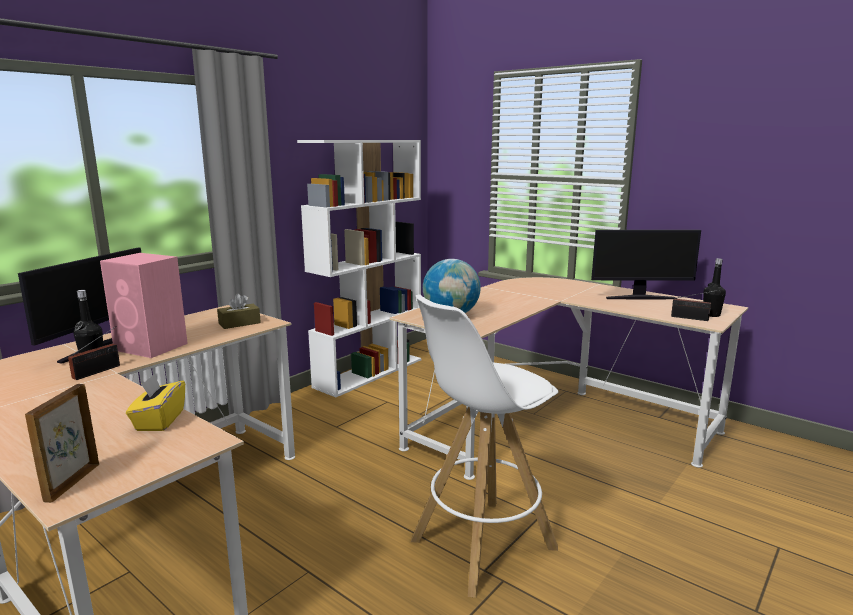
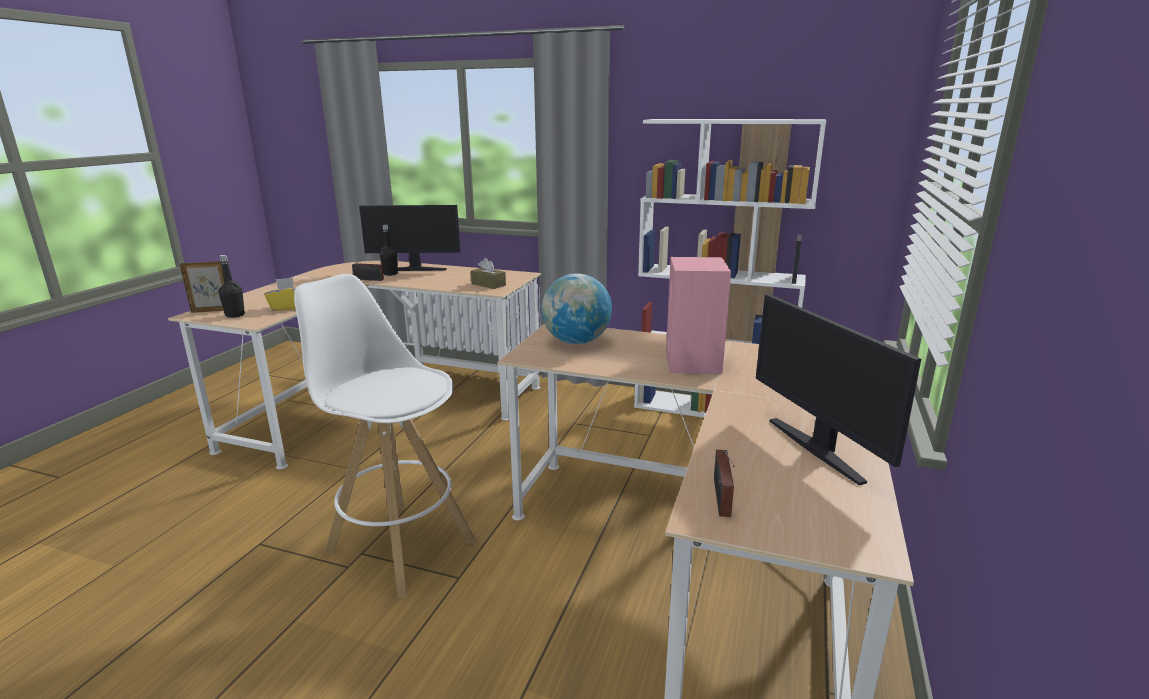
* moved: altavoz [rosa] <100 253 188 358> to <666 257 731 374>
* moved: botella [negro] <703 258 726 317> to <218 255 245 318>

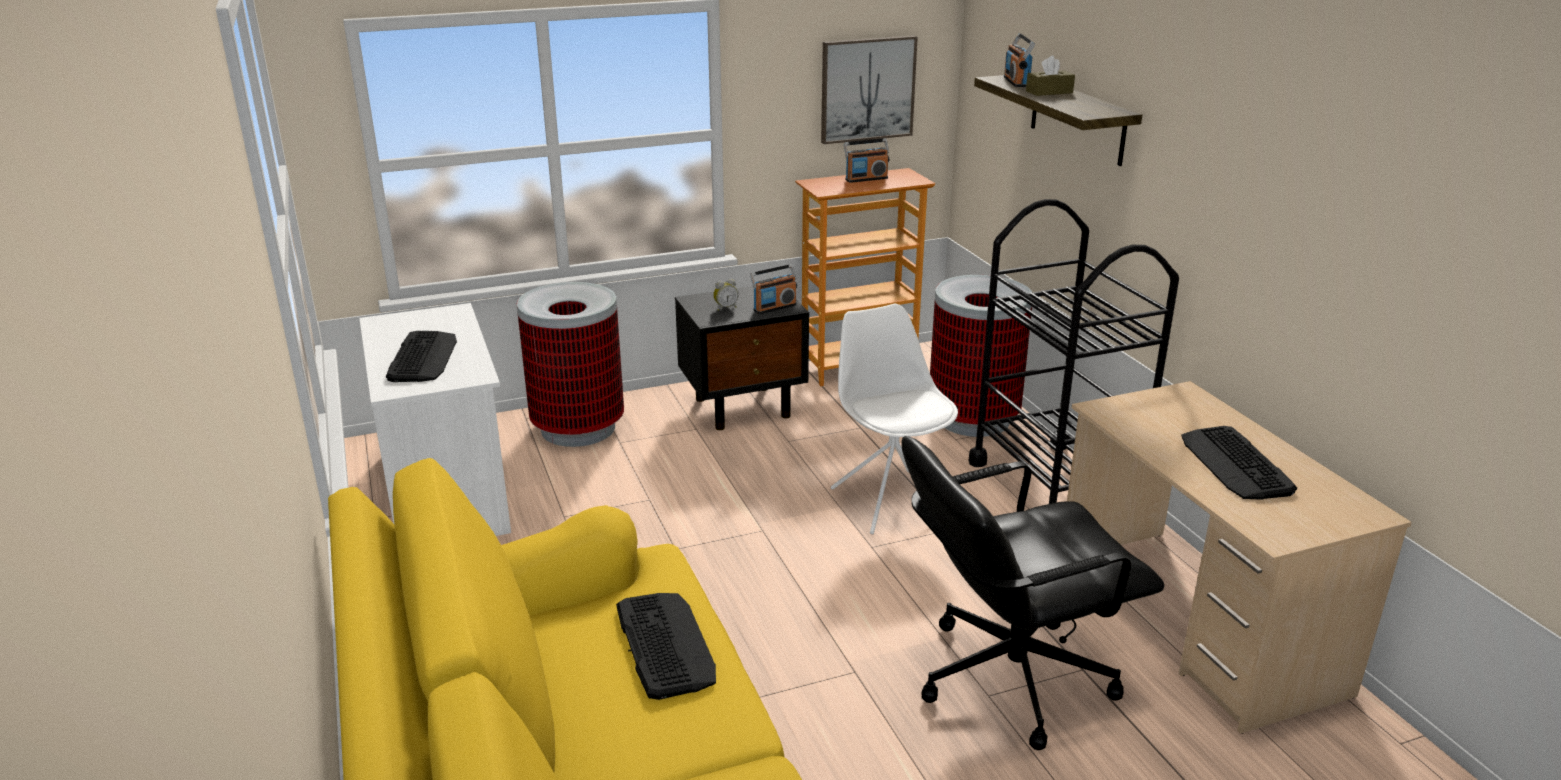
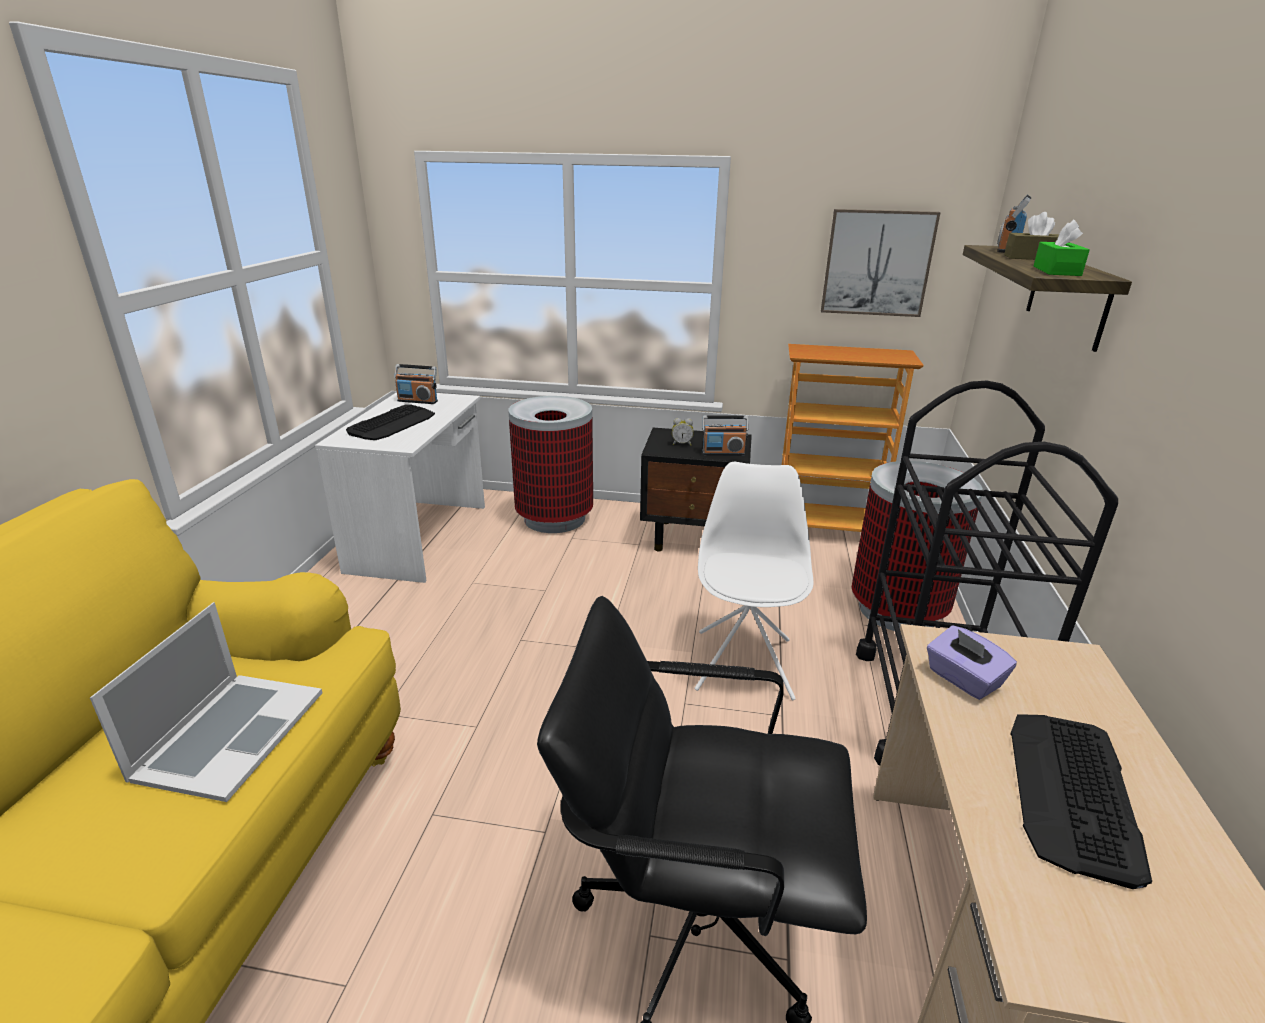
* added: caja de pañuelos [morado] <927 625 1017 700>
* added: caja de pañuelos [verde] <1034 220 1089 276>
* moved: radio <844 138 889 183> to <394 364 438 404>
* replaced: teclado <616 593 716 700> to portátil <90 602 322 802>

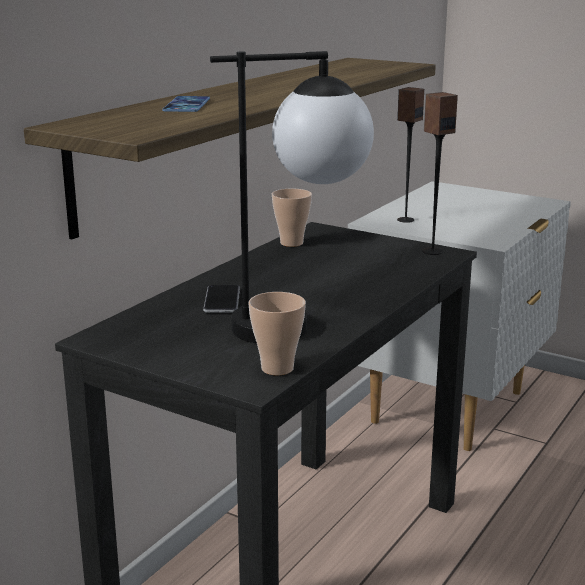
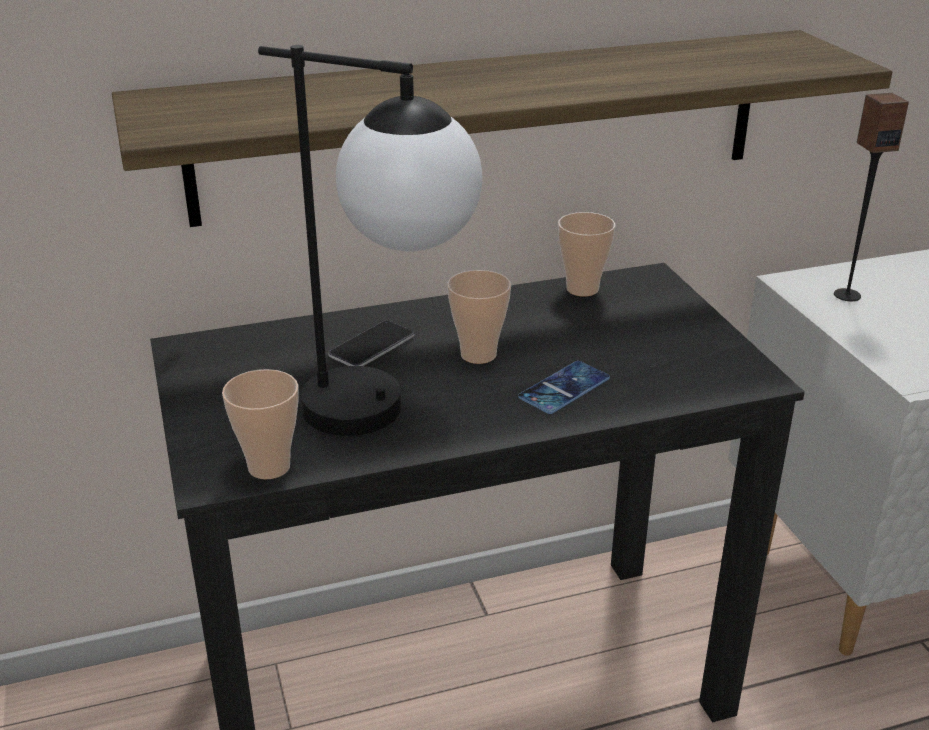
* removed: altavoz <423 92 458 255>
* added: taza <447 270 511 364>
* moved: móvil <163 96 210 112> to <518 361 610 414>

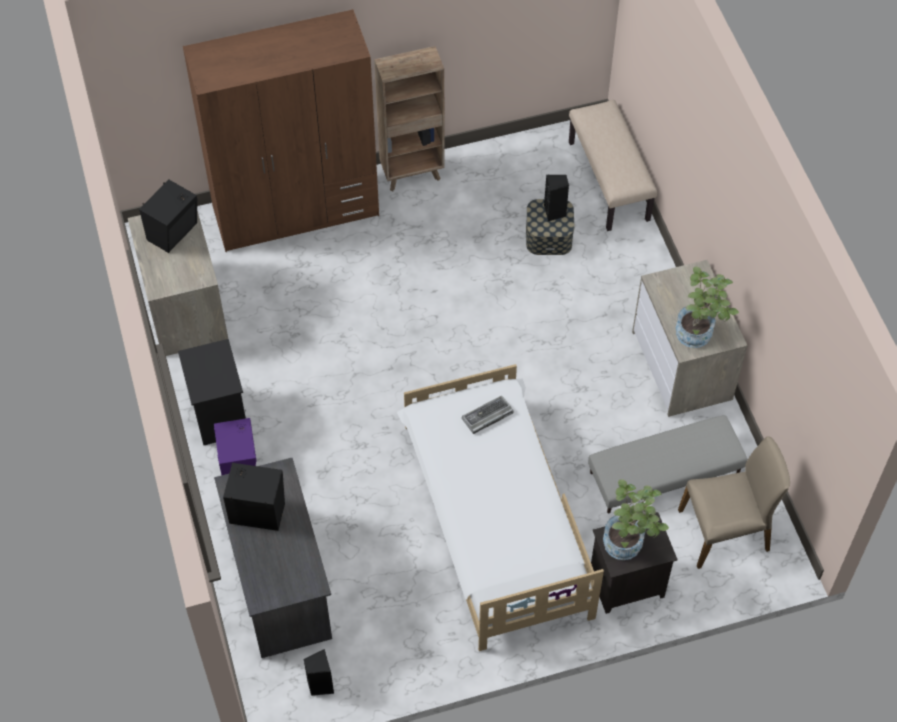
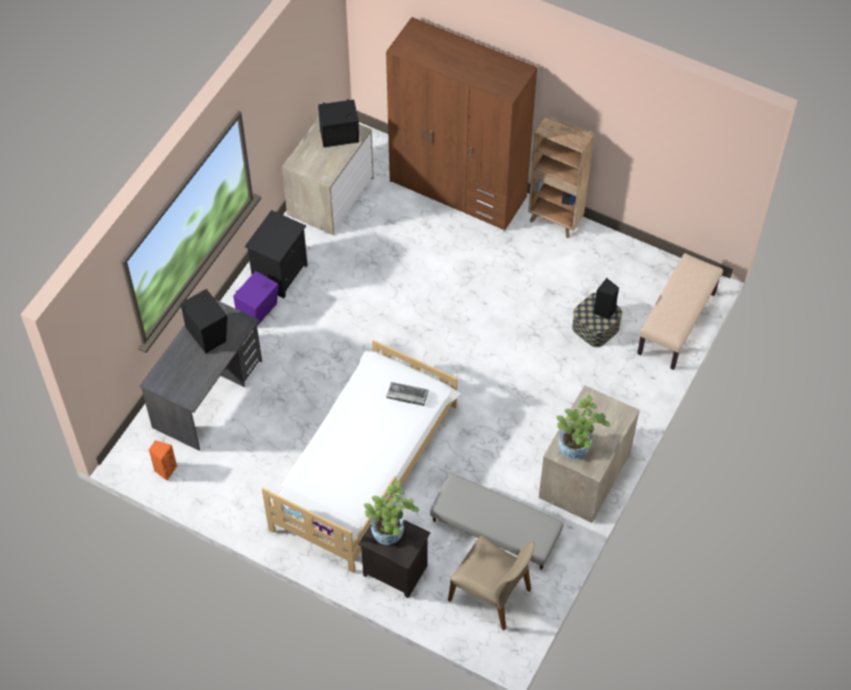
* recoloured: altavoz [negro] <303 649 334 696> to altavoz [naranja] <149 440 177 481>

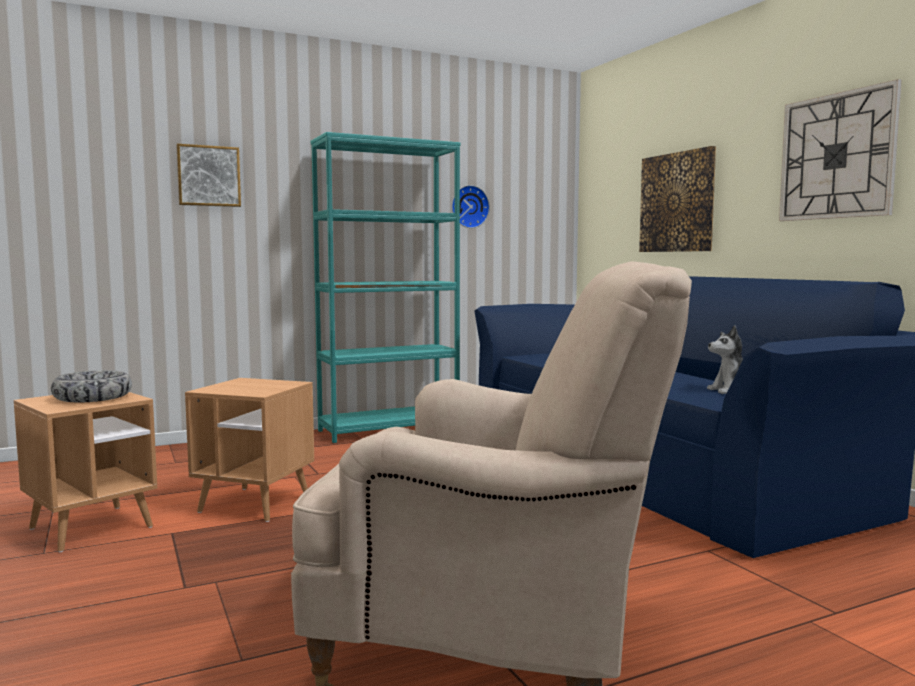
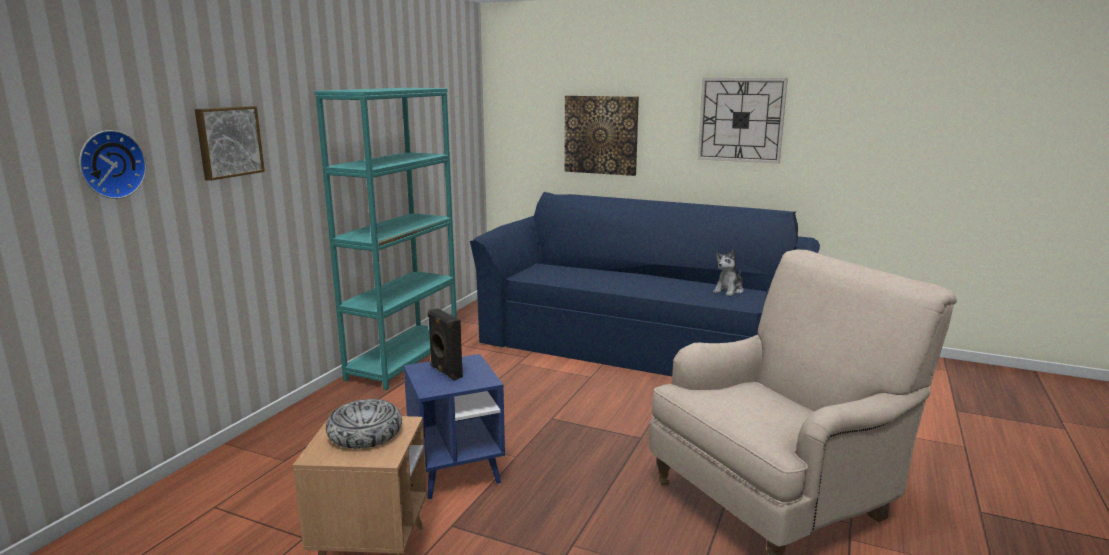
* added: altavoz [negro] <428 308 463 381>
* moved: reloj de pared <452 185 490 228> to <79 130 147 199>
* recoloured: mesa auxiliar [marrón] <185 378 314 522> to mesa auxiliar [azul] <404 354 505 500>

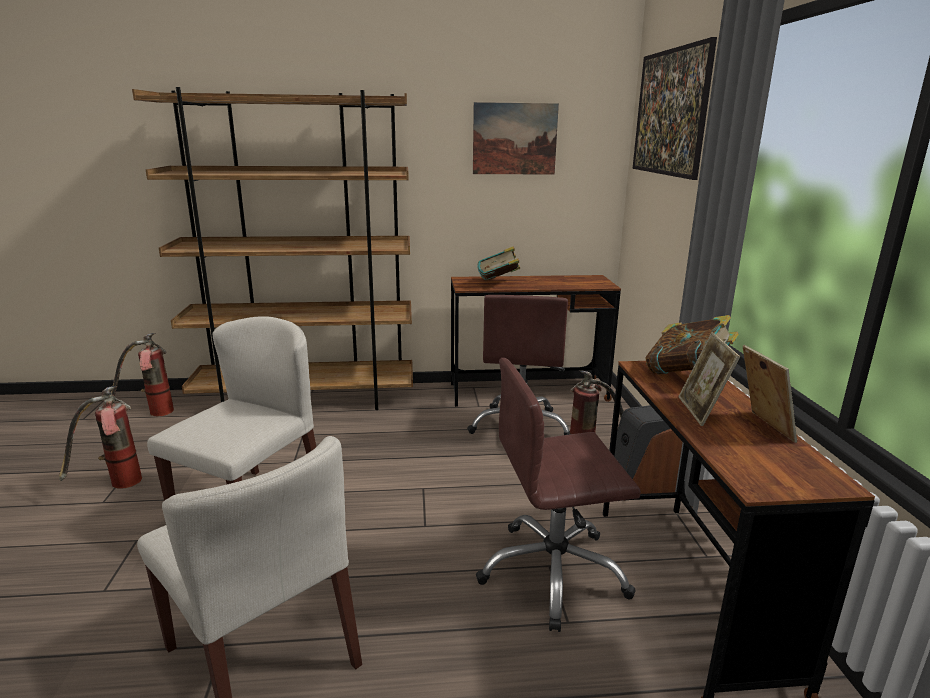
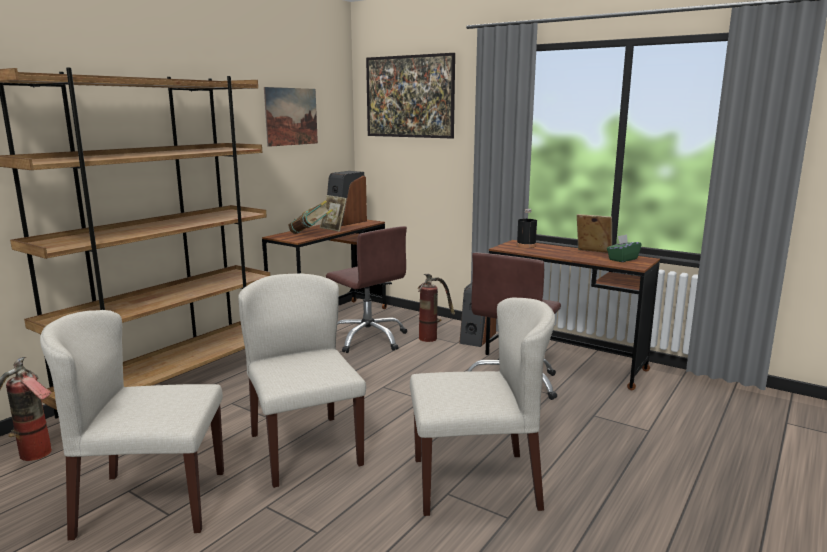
* added: altavoz <327 171 367 226>
* added: caja de pañuelos [verde] <607 234 642 262>
* moved: portarretratos <679 332 740 426> to <320 195 347 232>
* replaced: extintor <59 386 142 489> to silla [beis] <40 310 224 540>
* replaced: libro <645 315 739 375> to botella [negro] <517 209 537 248>

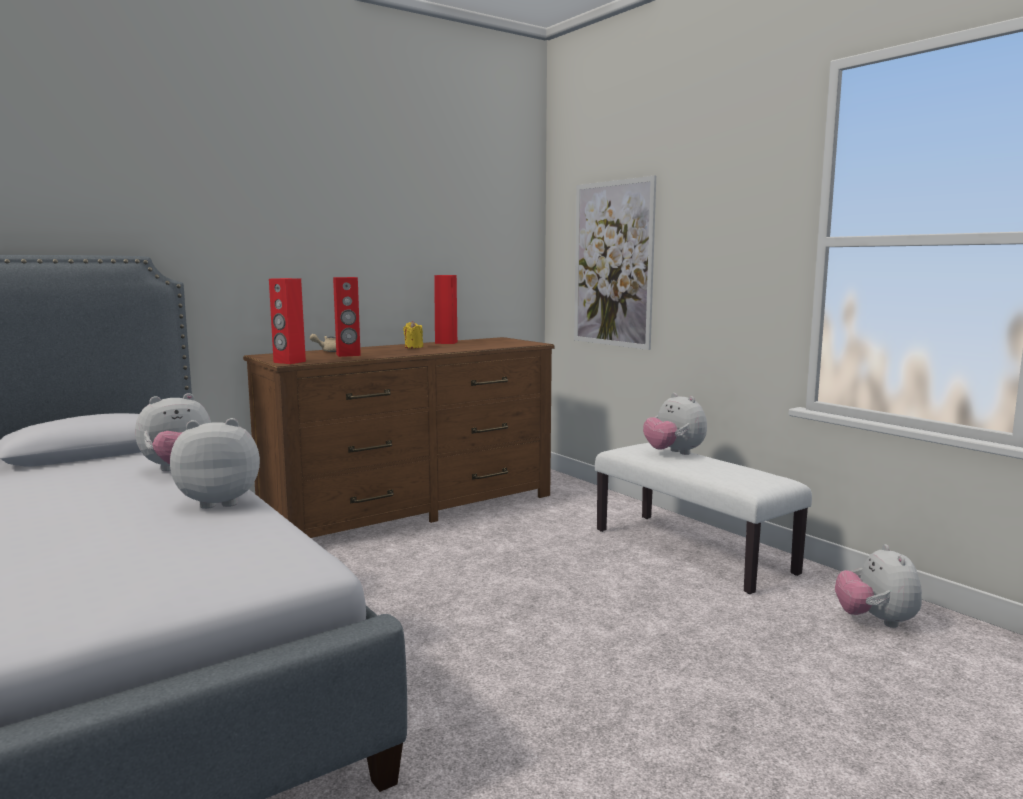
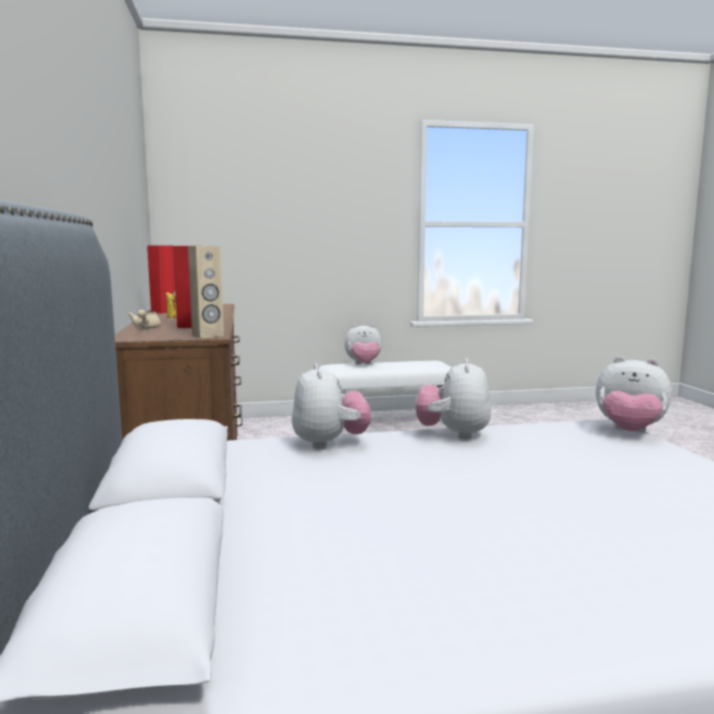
* removed: cuadro <574 176 656 350>
* moved: peluche <835 544 922 628> to <596 356 672 432>
* recoloured: altavoz [rojo] <269 278 306 364> to altavoz [beis] <188 246 224 338>

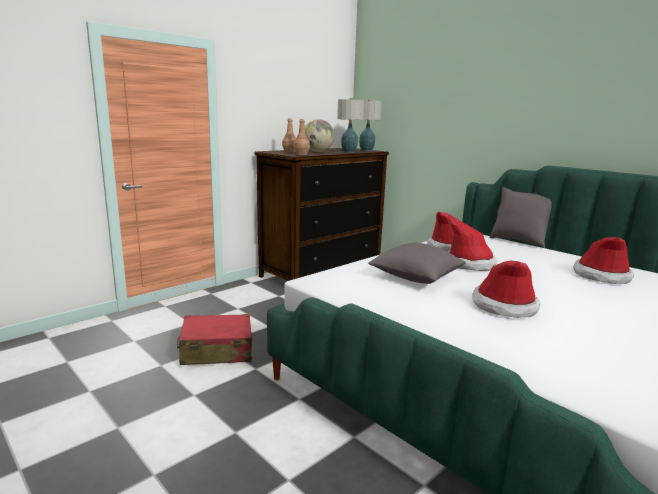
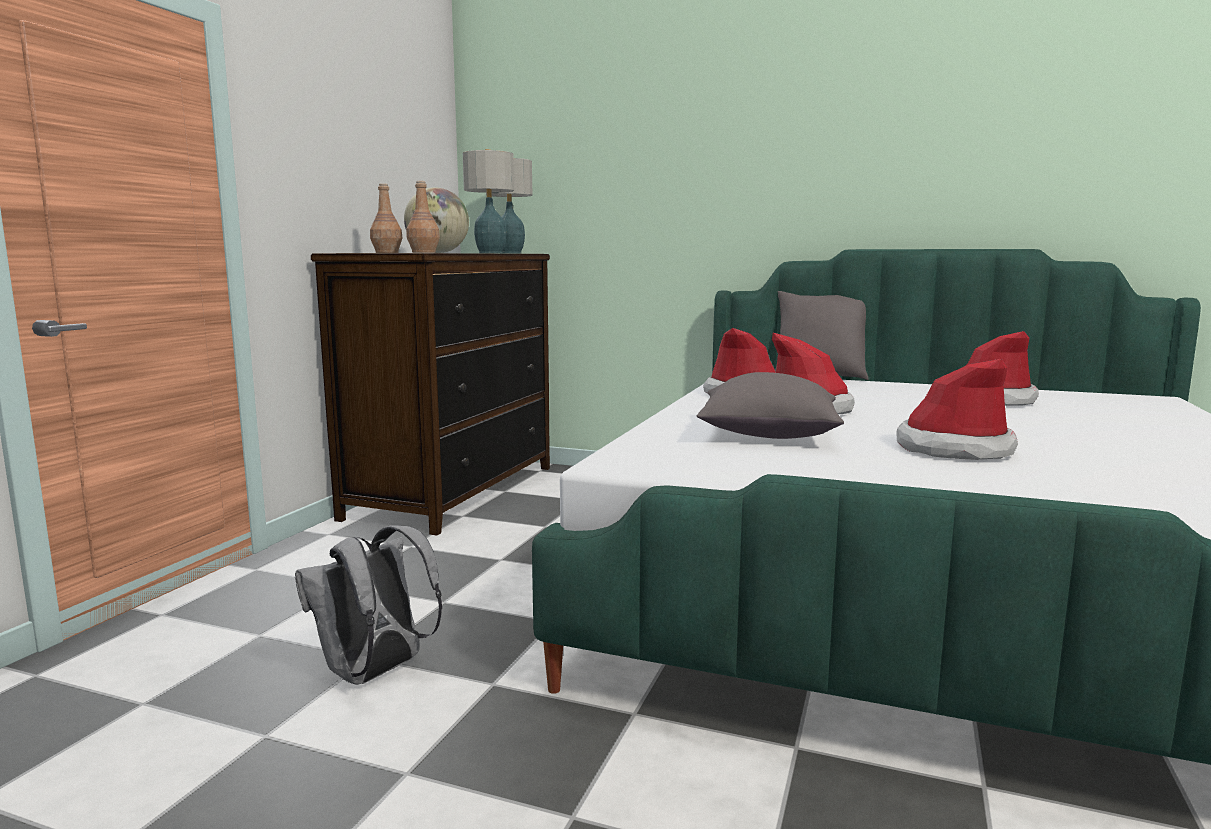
* replaced: maleta [rojo] <177 314 253 365> to mochila [gris] <295 525 442 685>

